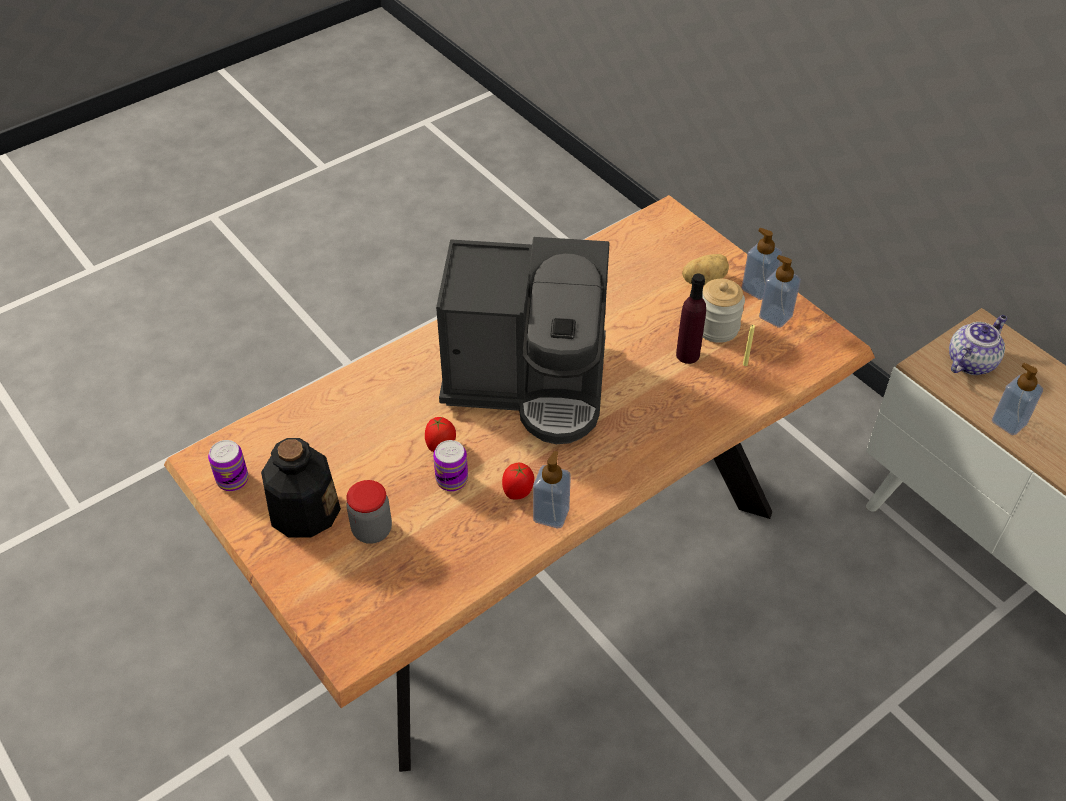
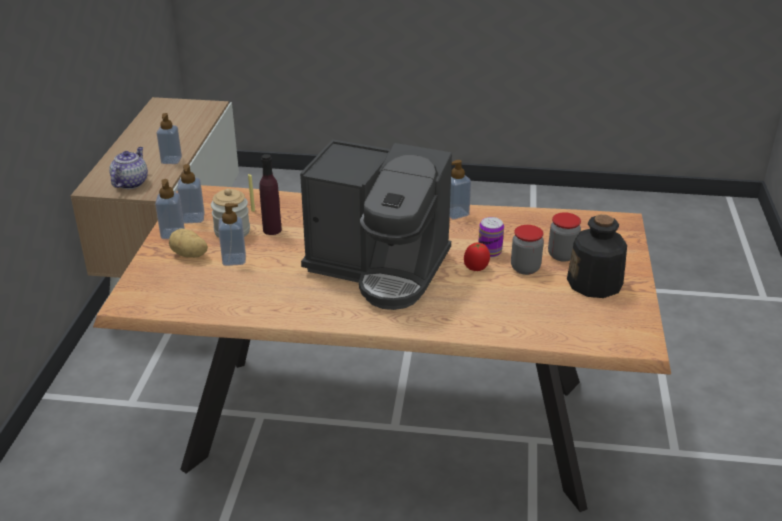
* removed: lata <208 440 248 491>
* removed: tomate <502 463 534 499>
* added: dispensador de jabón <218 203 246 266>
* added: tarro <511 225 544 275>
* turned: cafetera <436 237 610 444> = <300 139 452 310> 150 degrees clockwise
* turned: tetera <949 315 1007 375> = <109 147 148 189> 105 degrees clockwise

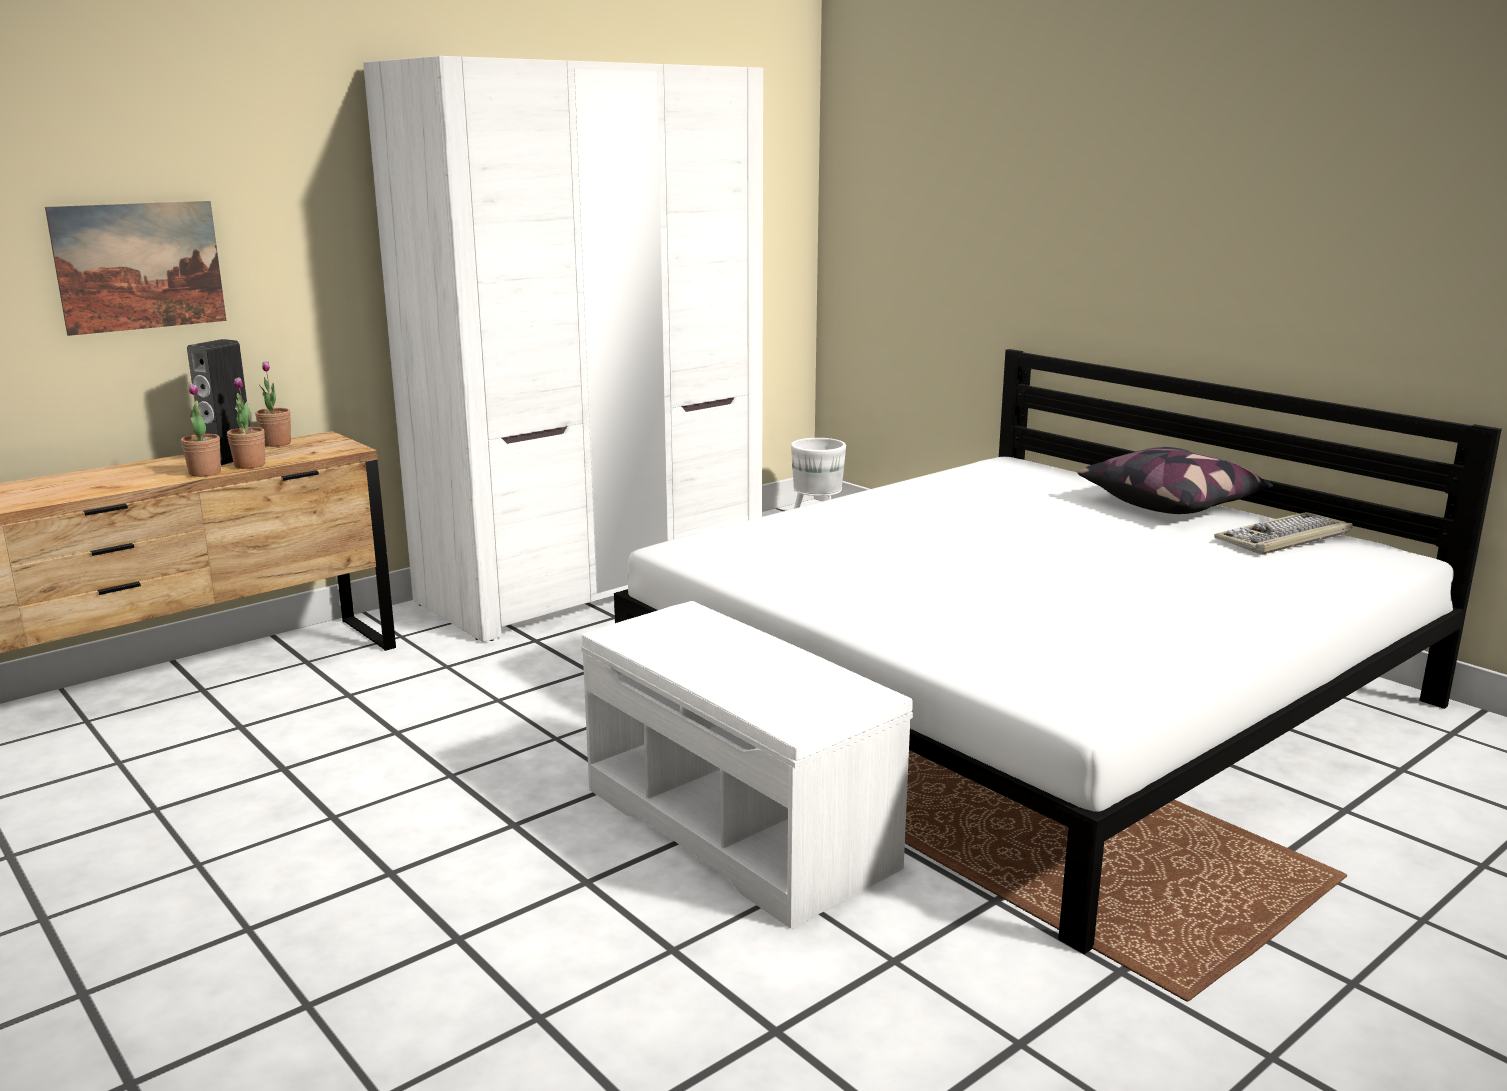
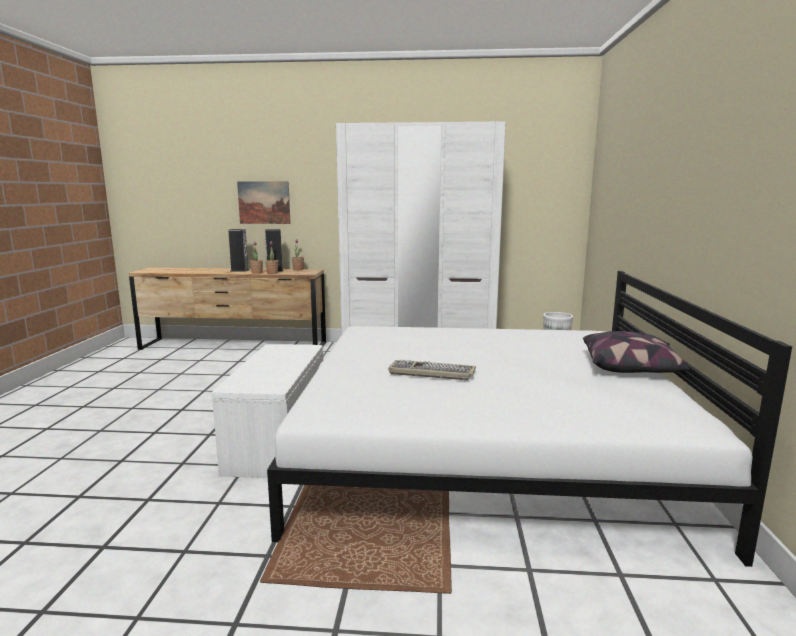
* added: altavoz <228 229 249 272>
* moved: teclado <1214 512 1353 555> to <388 360 476 380>

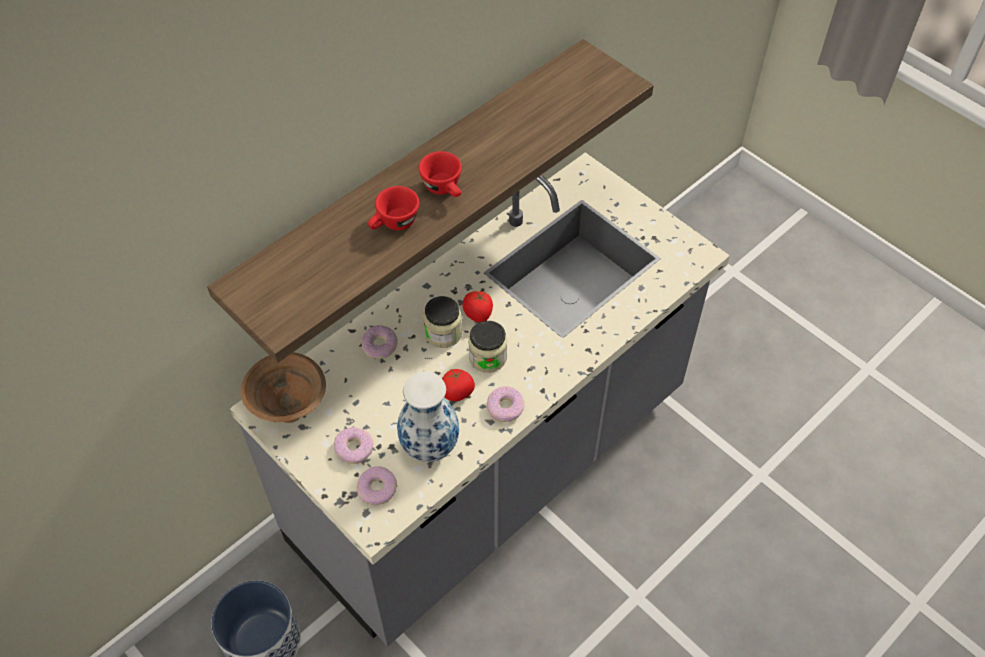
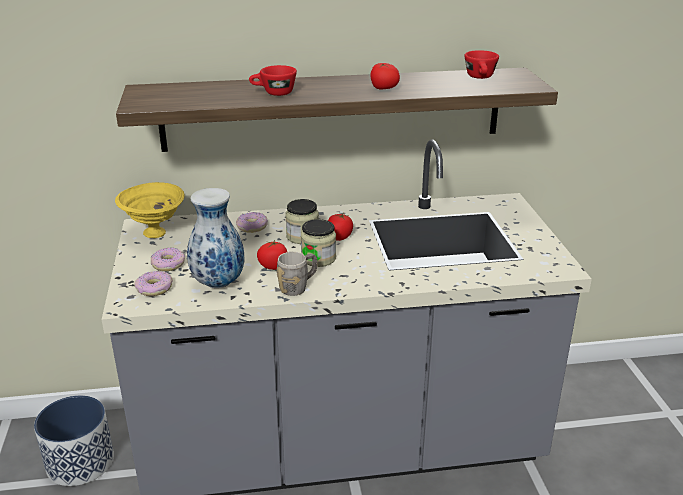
* added: tomate <370 63 400 89>
* moved: taza [rojo] <419 151 462 197> to <465 50 499 79>
* replaced: rosquilla <487 386 525 422> to taza grande [gris] <277 252 318 296>
* recoloured: cuenco [marrón] <240 352 326 423> to cuenco [amarillo] <115 182 184 238>

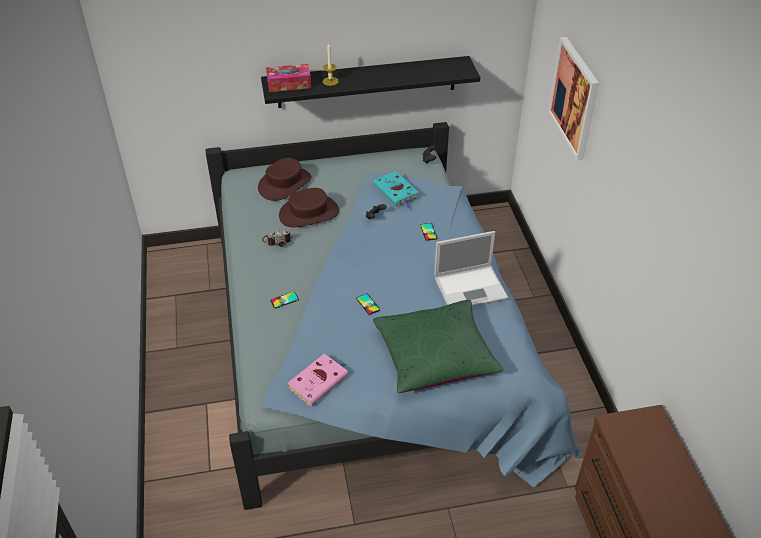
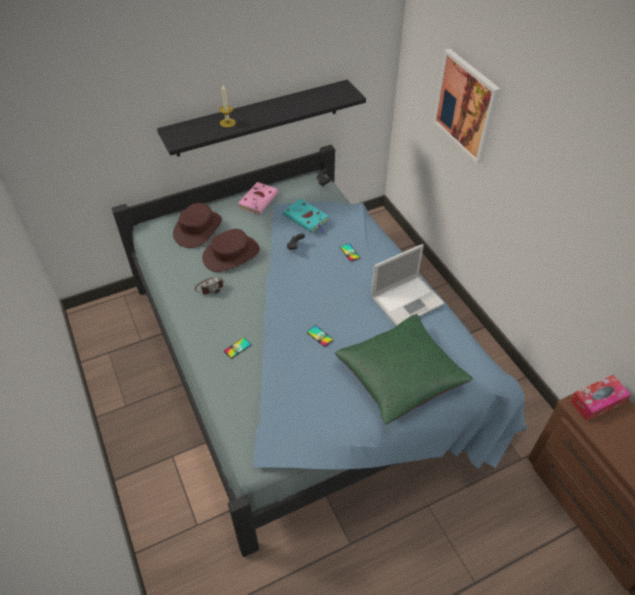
* moved: caja de pañuelos <266 64 311 92> to <570 375 631 421>
* moved: libro [rosa] <287 354 348 406> to <238 182 279 215>

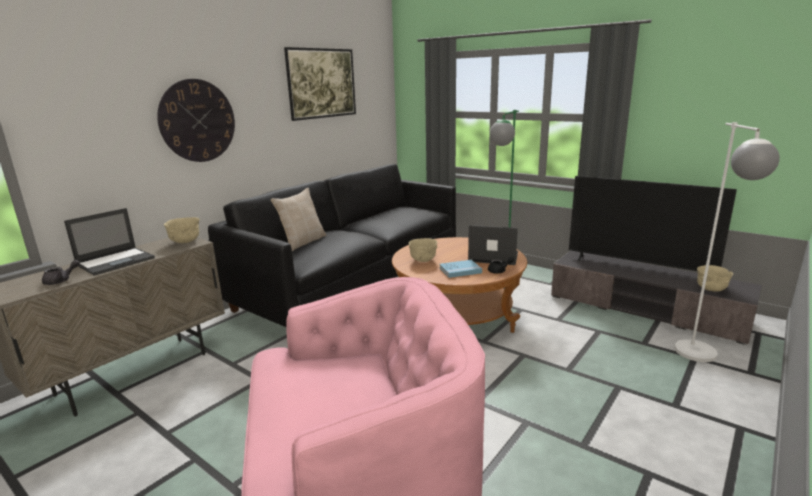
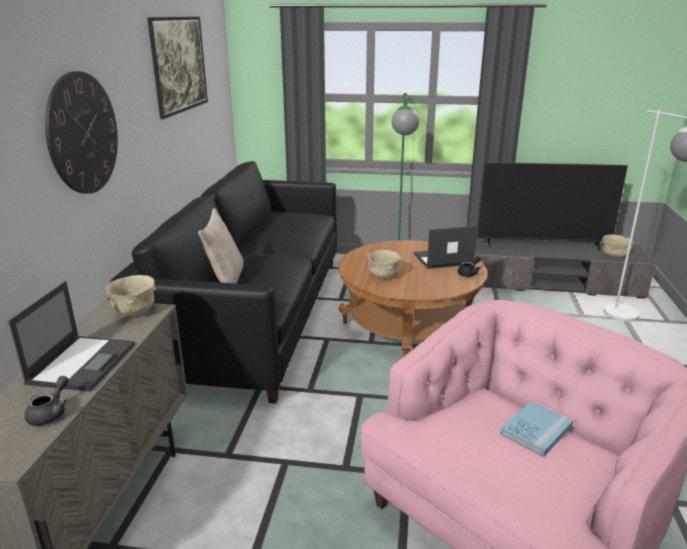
* moved: libro [azul] <439 260 482 278> to <500 401 573 457>

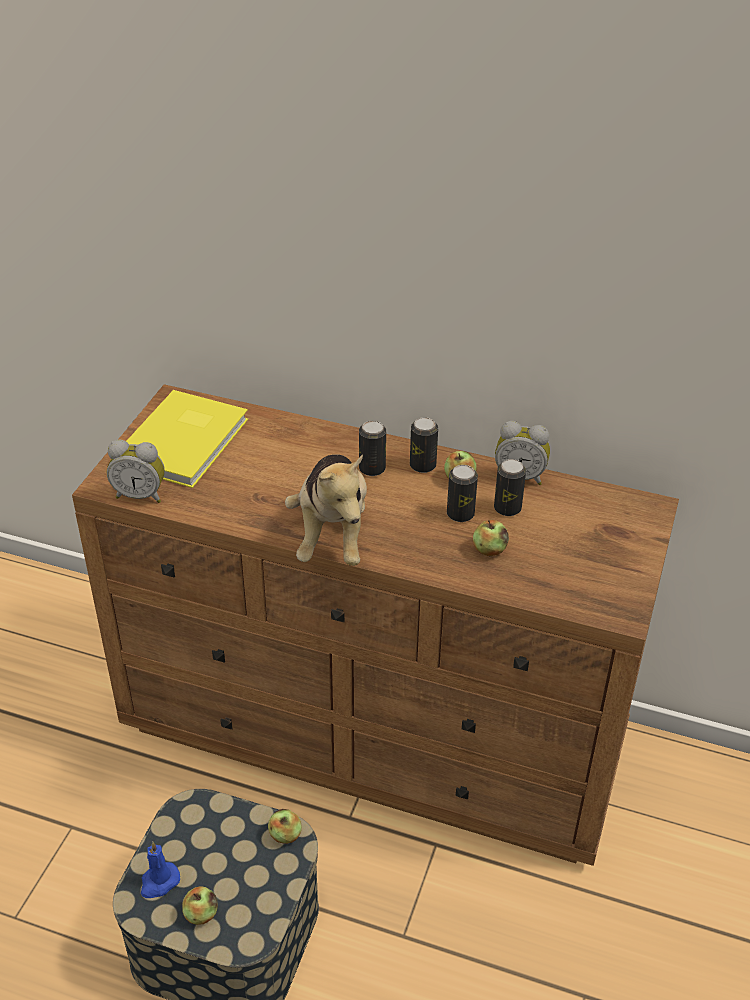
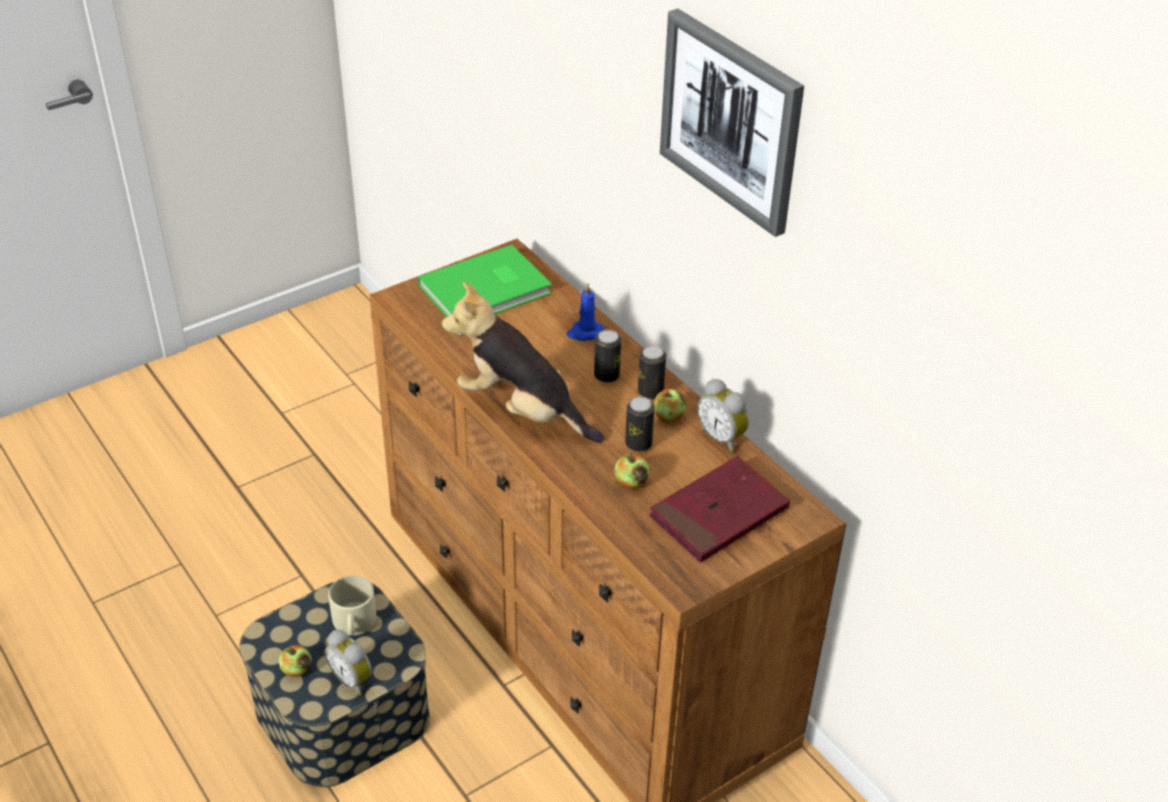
* removed: manzana <268 809 302 844>
* removed: lata <494 459 526 516>
* added: taza grande [beis] <328 575 376 636>
* added: libro [rojo] <649 456 790 563>
* added: cuadro <660 9 804 237>
* moved: despertador <107 440 165 503> to <325 630 372 696>
* moved: vela [azul] <141 841 180 898> to <567 283 604 341>
* recoloured: libro [amarillo] <126 390 248 488> to libro [verde] <418 245 552 317>
* turned: peluche <285 454 367 566> = <442 282 604 443> 90 degrees clockwise

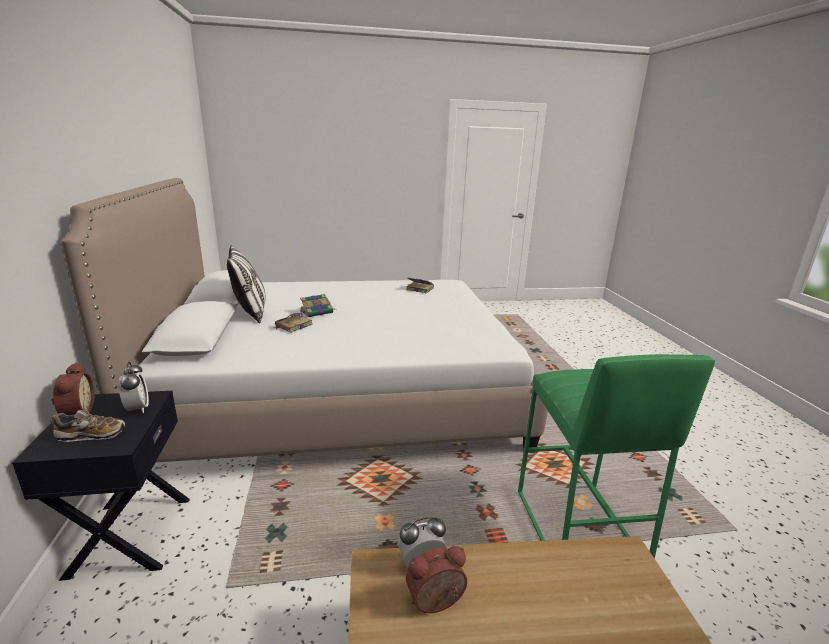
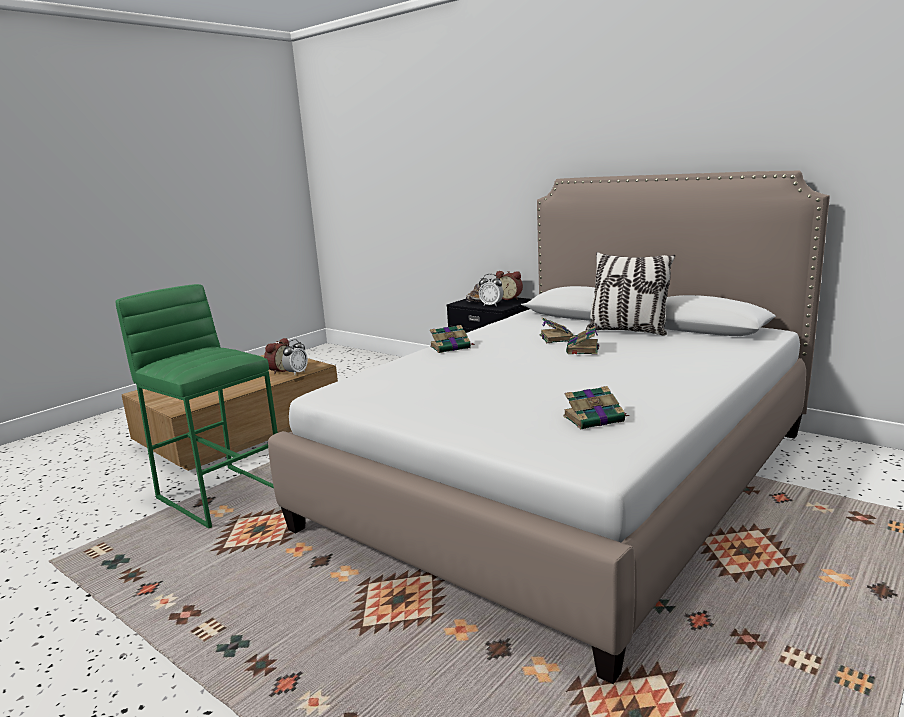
* added: libro <430 325 475 353>

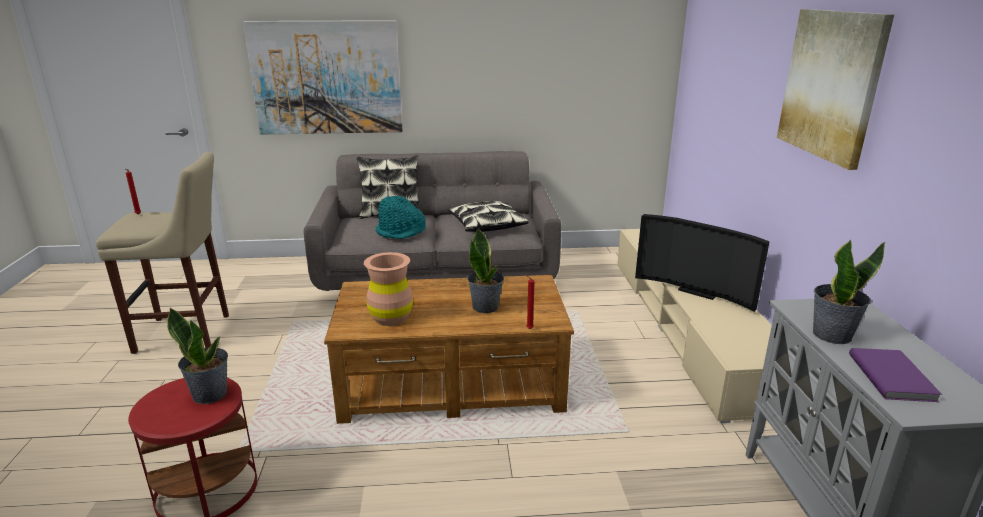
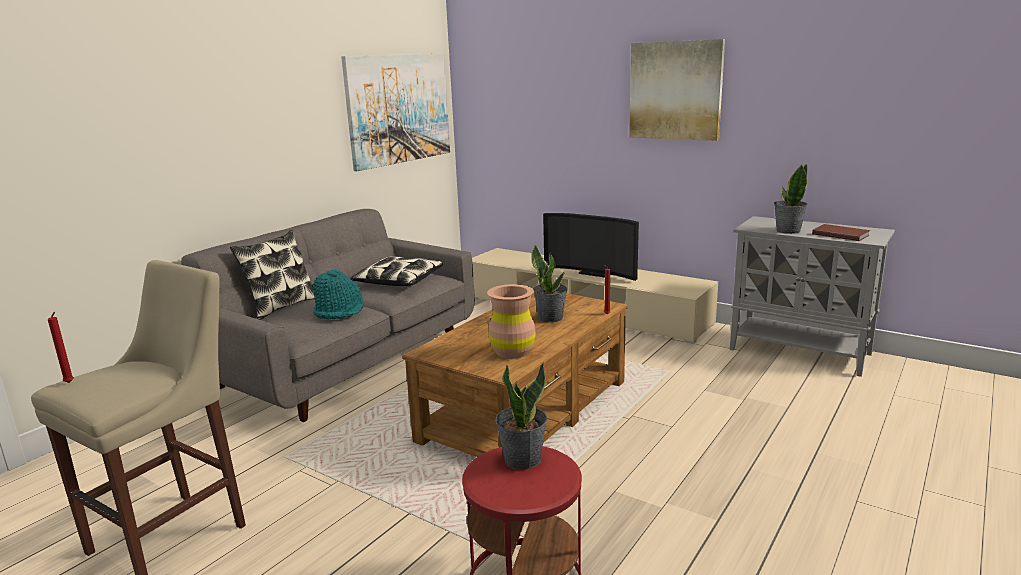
* moved: cuadro <243 20 403 135> to <341 53 450 171>
* recoloured: libro [morado] <849 348 942 402> to libro [marrón] <812 224 870 241>
* turned: televisor <635 214 770 312> = <543 213 639 281> 45 degrees clockwise

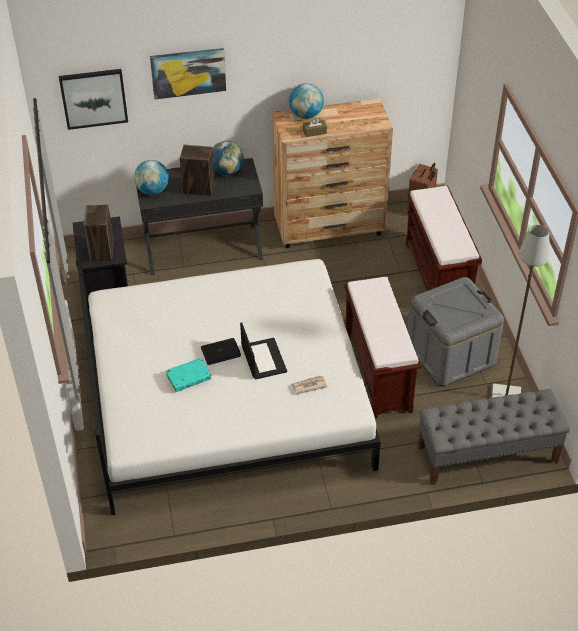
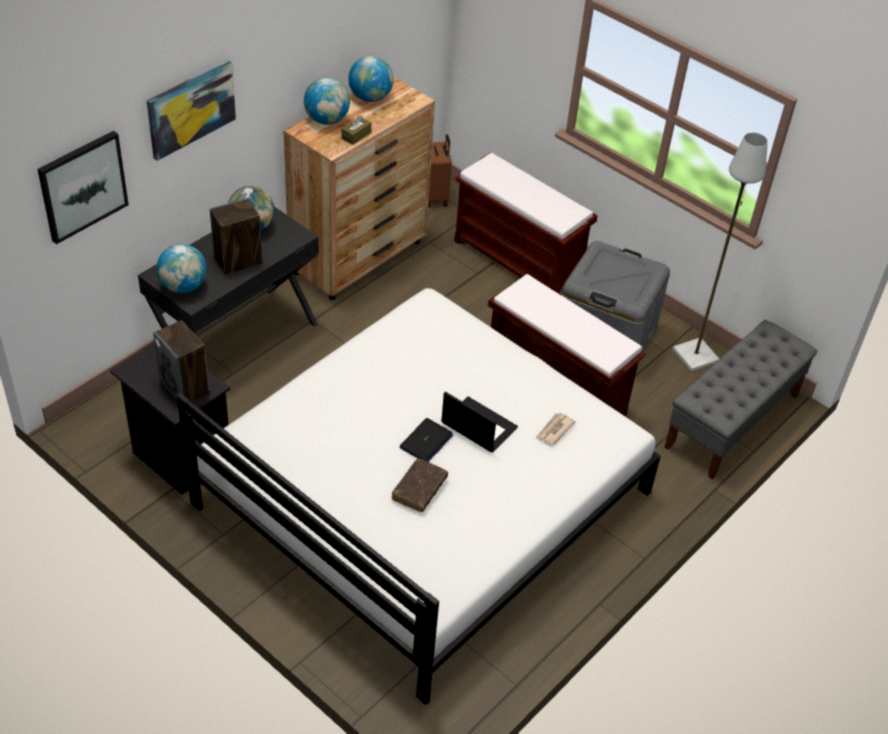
* added: globo terráqueo <348 56 394 102>
* recoloured: libro [turquesa] <166 358 211 392> to libro [marrón] <392 458 448 512>

